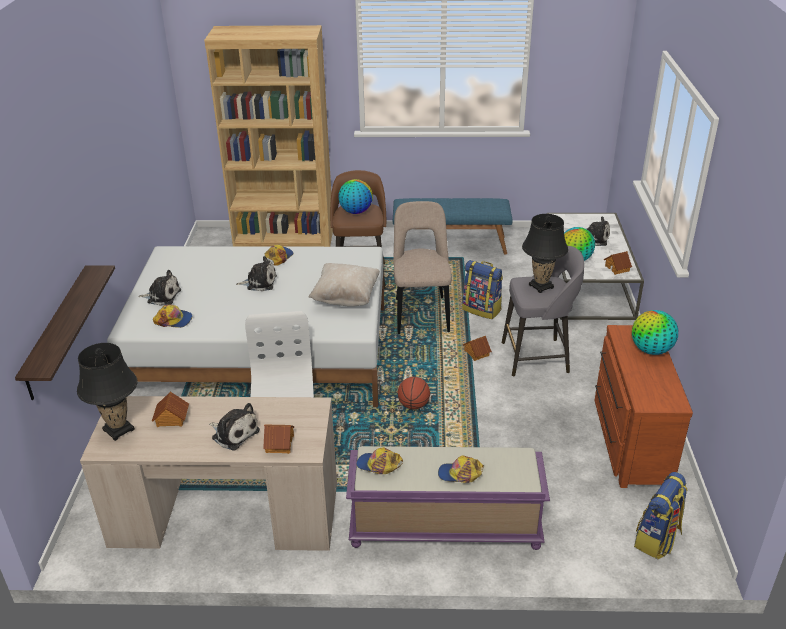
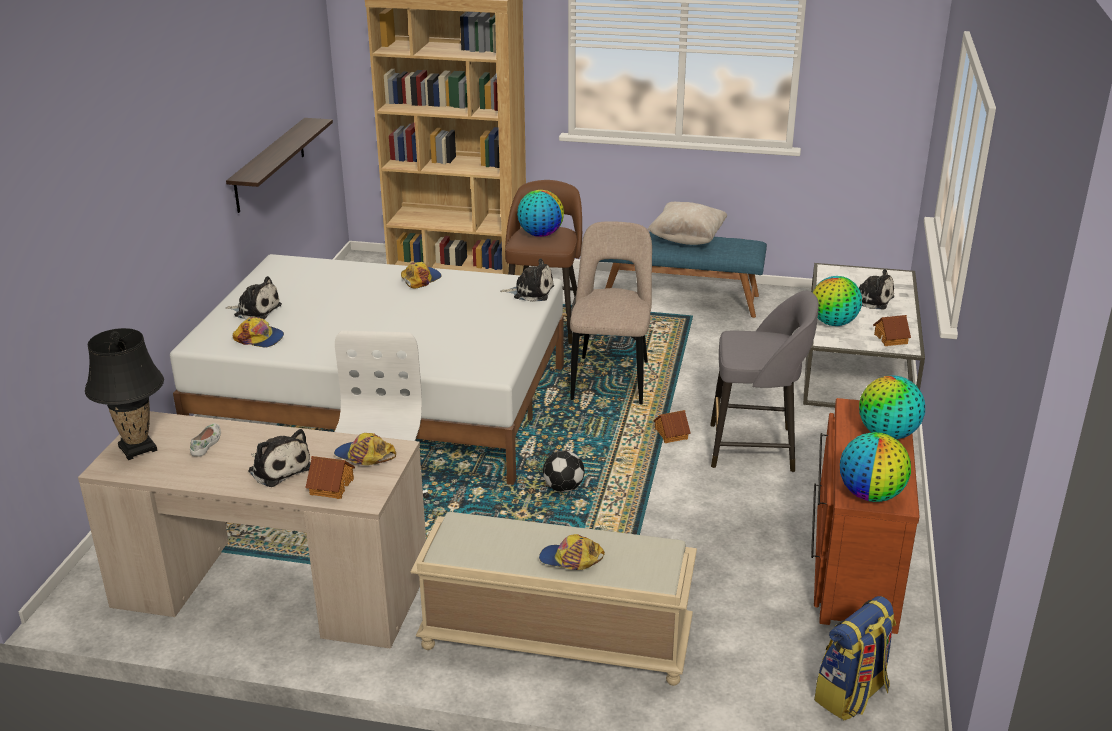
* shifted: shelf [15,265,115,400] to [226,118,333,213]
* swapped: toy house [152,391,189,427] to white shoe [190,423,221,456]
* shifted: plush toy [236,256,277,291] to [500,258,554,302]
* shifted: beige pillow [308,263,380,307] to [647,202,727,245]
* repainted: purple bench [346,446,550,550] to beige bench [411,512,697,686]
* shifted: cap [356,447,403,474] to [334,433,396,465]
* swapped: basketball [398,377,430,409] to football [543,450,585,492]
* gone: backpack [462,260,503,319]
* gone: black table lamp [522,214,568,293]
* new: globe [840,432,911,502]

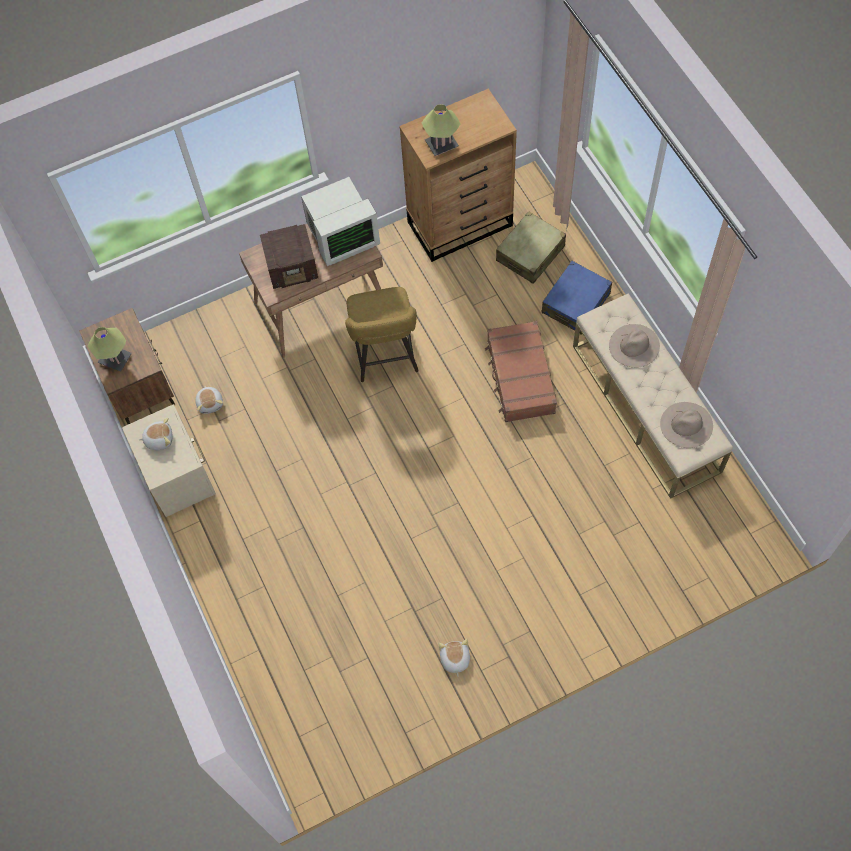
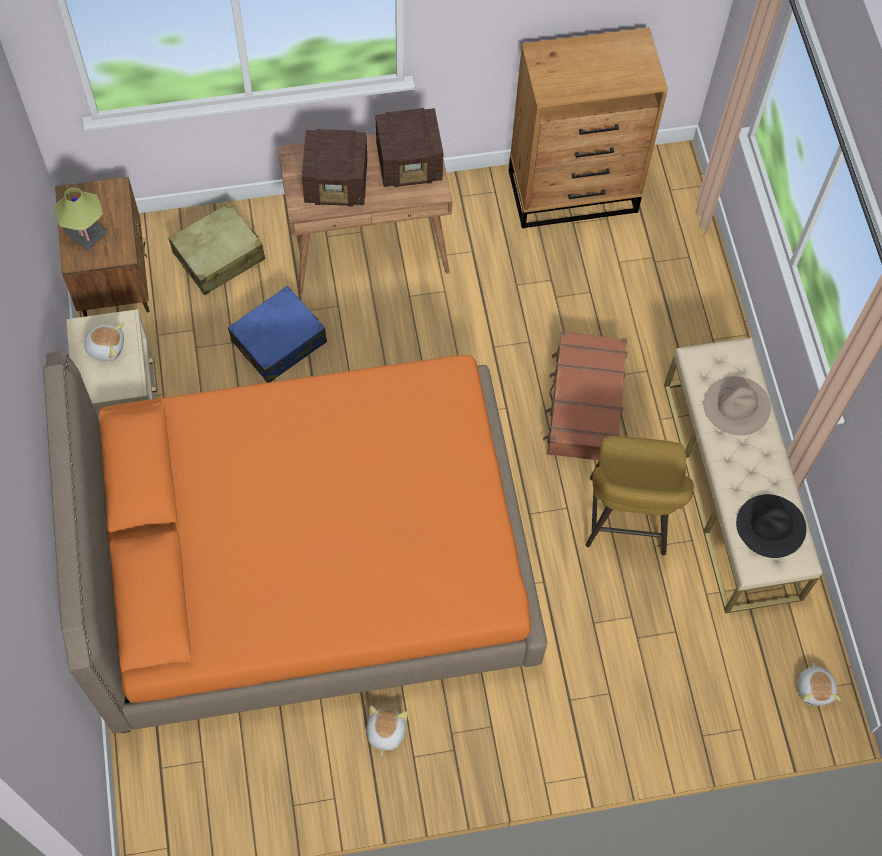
* shifted: plush toy [195,386,223,414] to [798,662,841,706]
* swapped: monitor [301,177,380,266] to radio [375,108,444,188]
* shifted: yellow stool [345,287,419,382] to [586,436,694,555]
* gone: table lamp [422,104,460,156]
* shifted: beige suitcase [496,211,566,284] to [169,202,265,295]
* shifted: blue suitcase [541,261,612,335] to [228,286,327,383]
* repainted: beige hat [660,402,713,448] to black hat [736,494,806,558]
* new: orange bed [43,351,547,733]

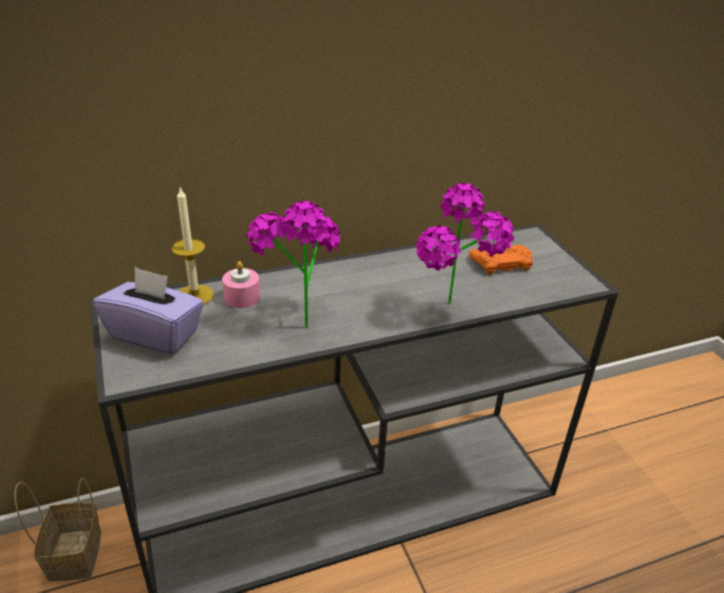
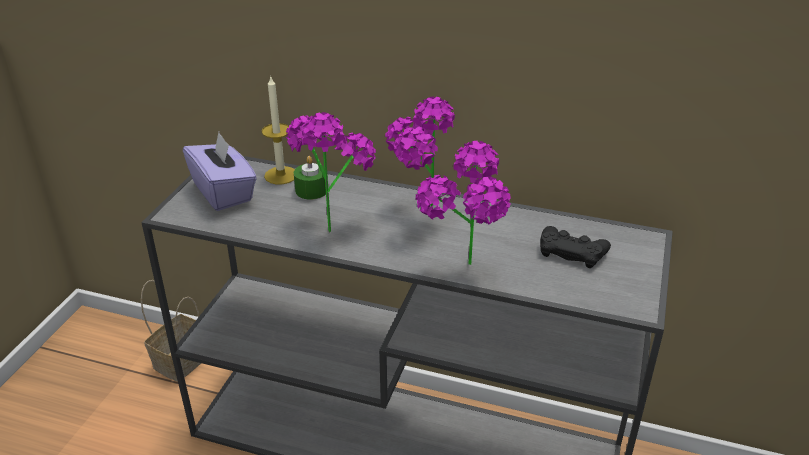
* repainted: pink candle [222,261,260,308] to green candle [294,156,328,200]
* repainted: orange game controller [469,245,533,275] to black game controller [540,226,611,268]
* new: potted plant [385,97,455,207]

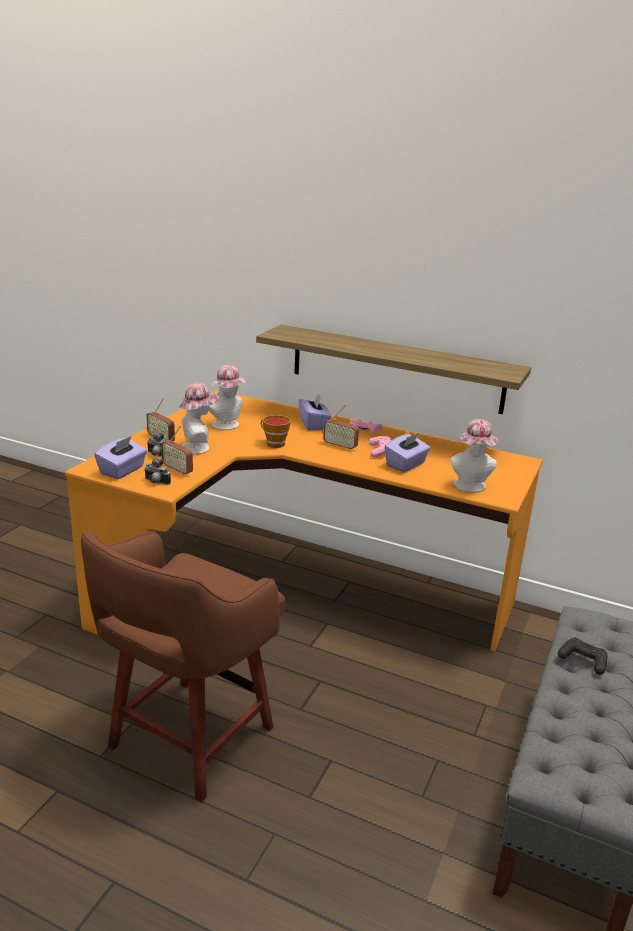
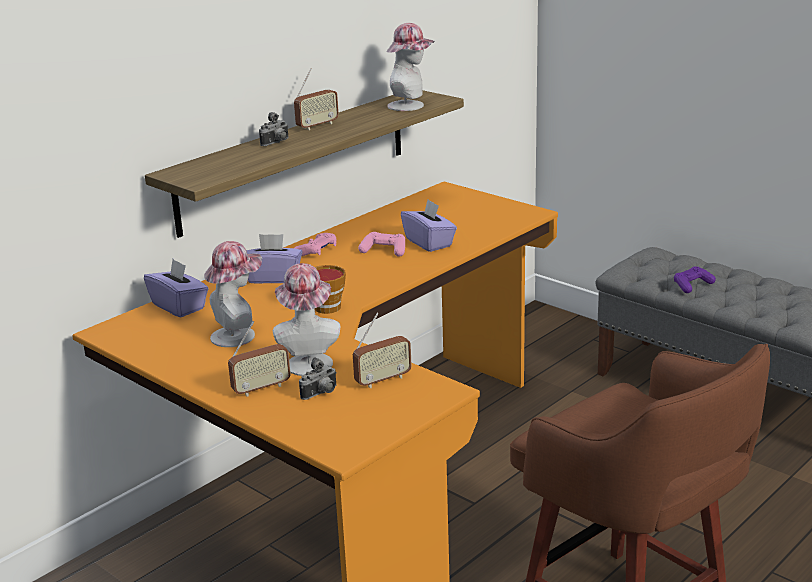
* shifted: purple tissue box [95,436,147,479] to [144,259,209,318]
* shifted: photo camera [144,458,171,485] to [259,112,289,146]
* shifted: radio [323,405,359,451] to [294,68,339,130]
* shifted: hat [450,419,498,492] to [386,23,435,111]
* repainted: black game controller [558,638,608,675] to purple game controller [674,267,716,293]

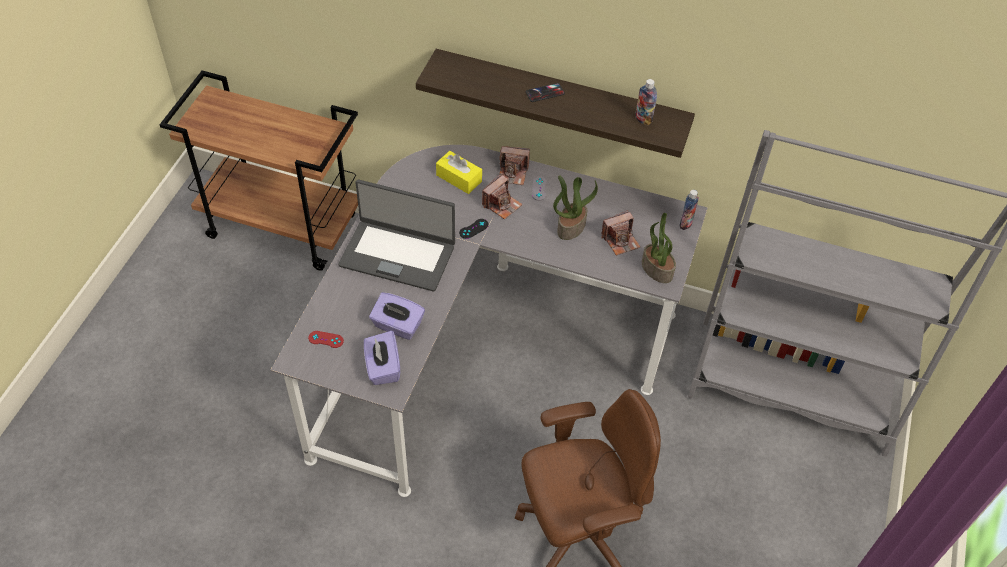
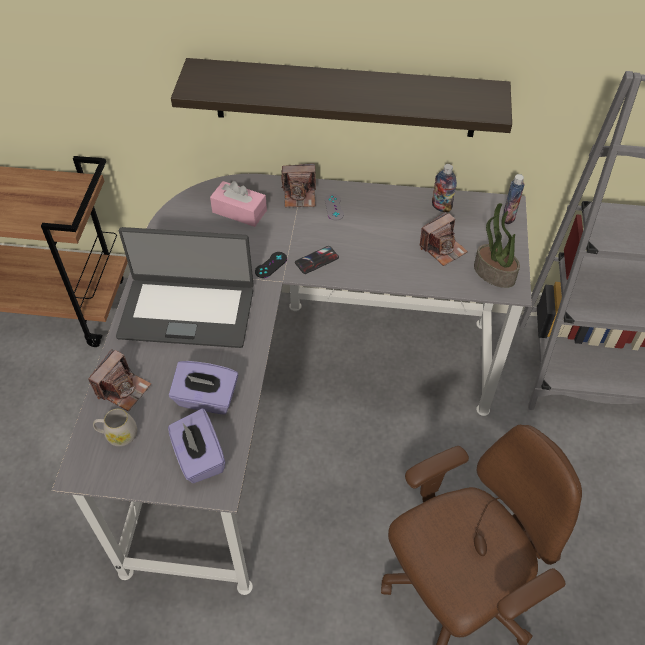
* swapped: red game controller [308,331,344,348] to white mug [93,409,137,446]
* repainted: yellow tissue box [436,151,482,194] to pink tissue box [210,181,267,227]
* shifted: photo camera [482,174,522,219] to [88,349,152,411]
* shifted: phone [526,83,565,102] to [295,246,339,274]
* gone: potted plant [553,175,598,240]
* shifted: bottle [635,79,657,125] to [432,164,457,213]

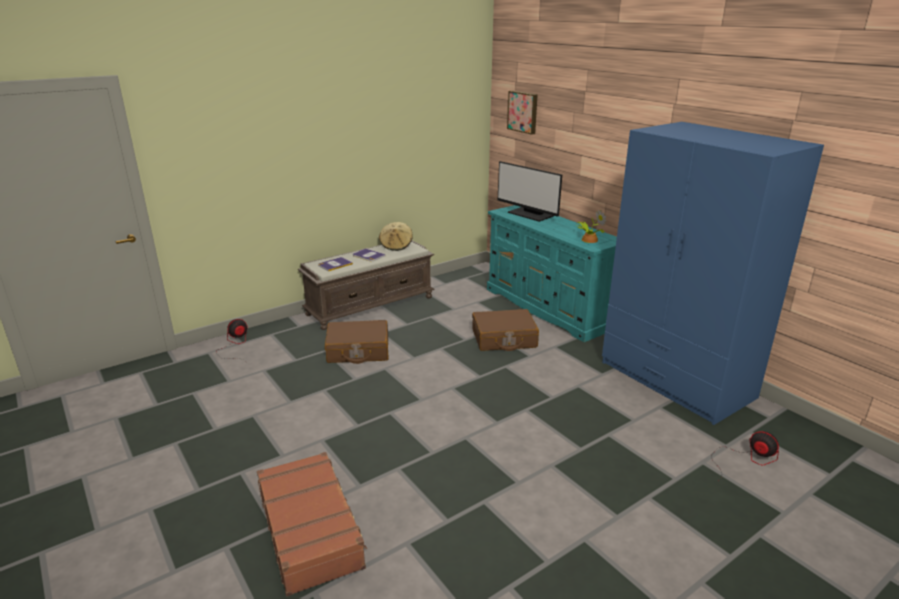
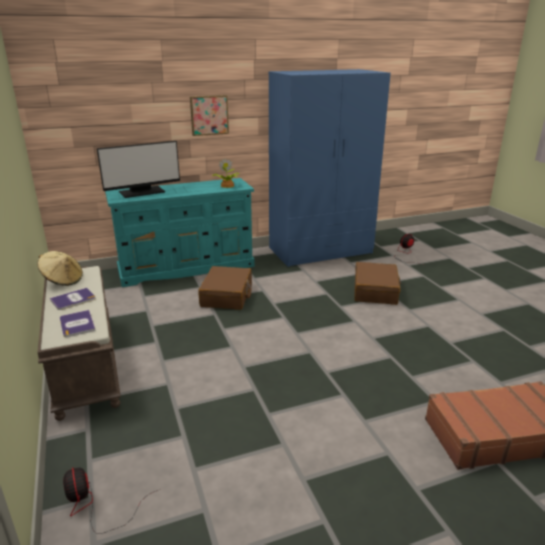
* shifted: brown suitcase [325,320,389,364] to [354,262,401,305]
* shifted: picture [507,90,538,135] to [190,95,229,136]

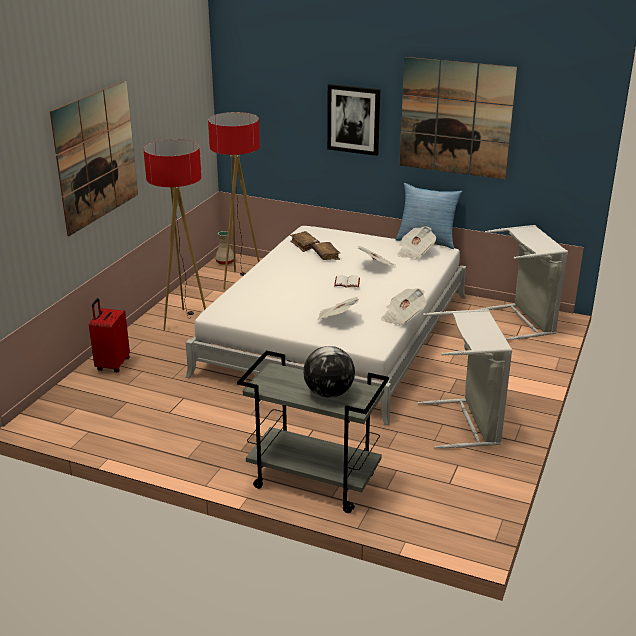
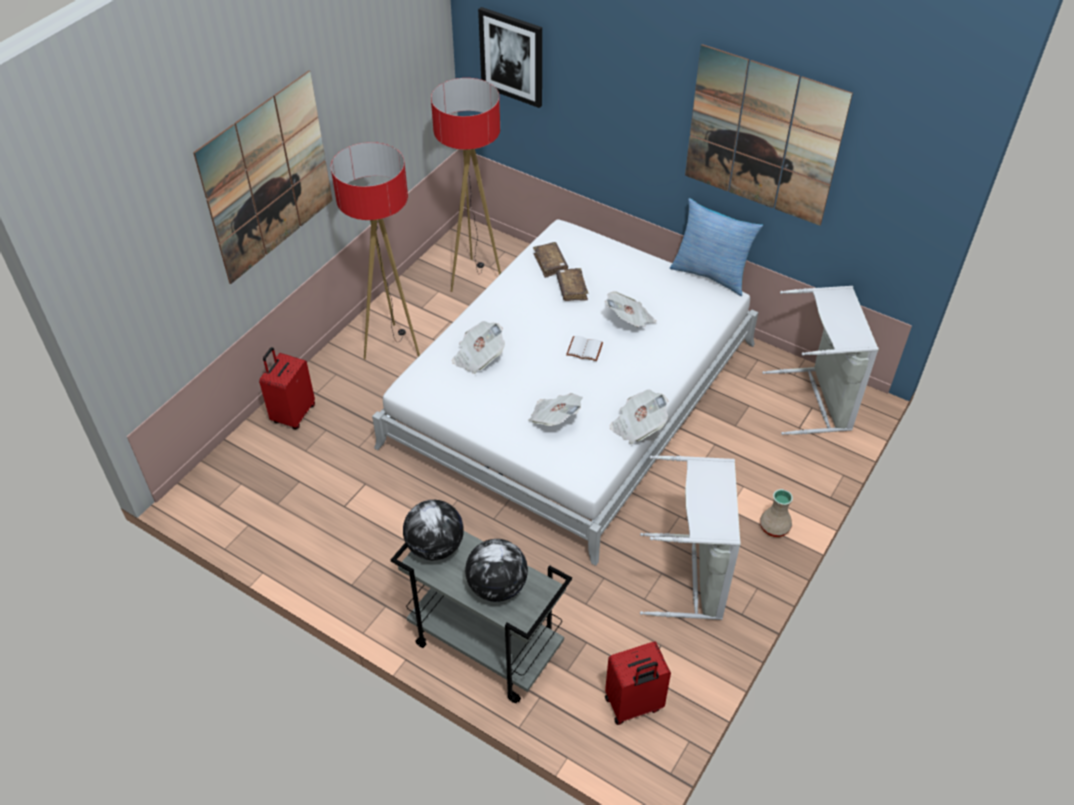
* shifted: beige vase [215,231,234,265] to [760,489,793,537]
* shifted: picture [327,84,380,156] to [478,7,542,108]
* shifted: newspaper [397,226,436,259] to [452,321,505,374]
* new: globe [403,500,464,561]
* new: red suitcase [605,642,671,725]

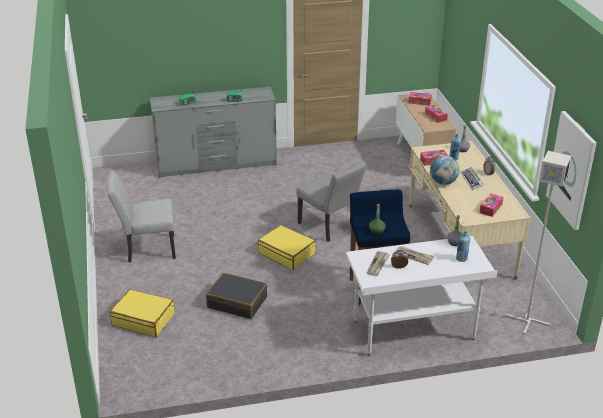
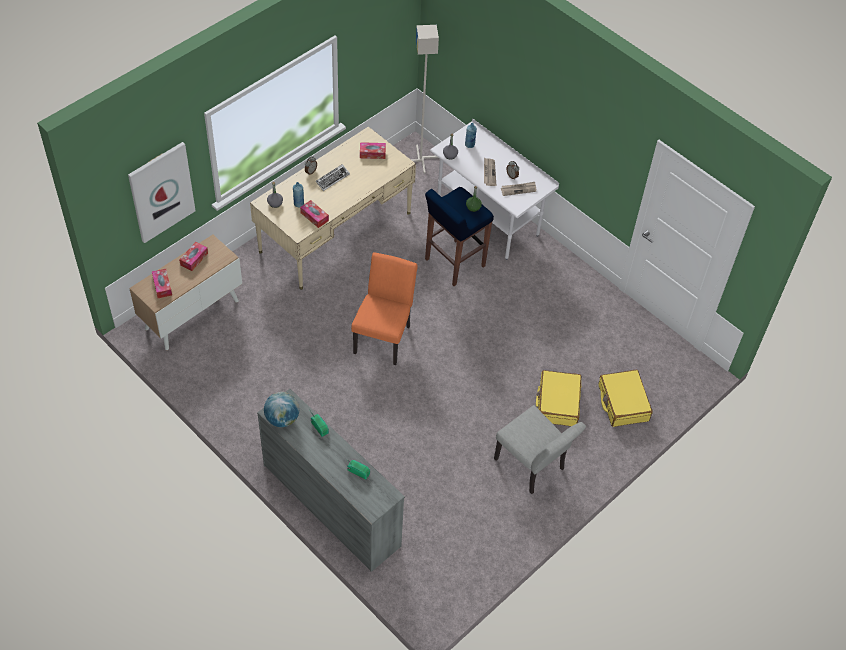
* gone: black suitcase [206,273,267,319]
* shifted: yellow suitcase [258,225,316,270] to [536,370,581,426]
* repainted: grey chair [296,161,367,242] to orange chair [351,252,418,365]
* shifted: globe [430,156,459,185] to [264,392,299,427]
* shifted: picture [546,111,597,230] to [128,142,196,243]

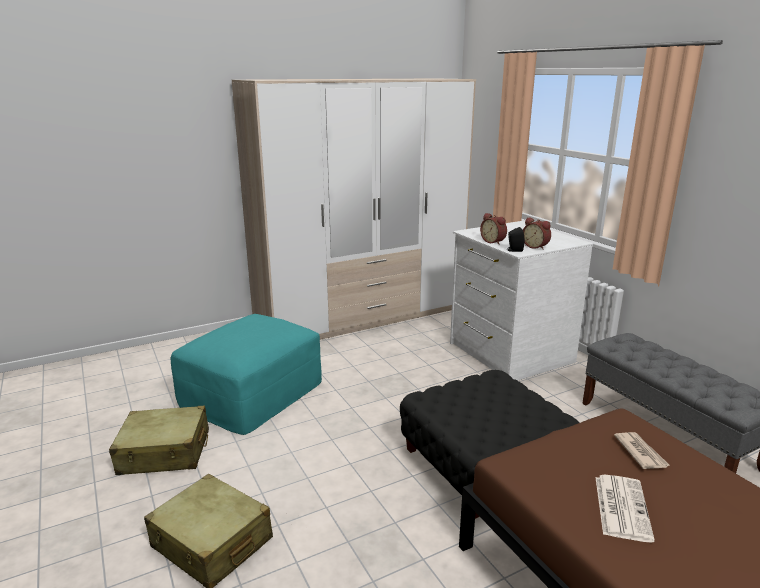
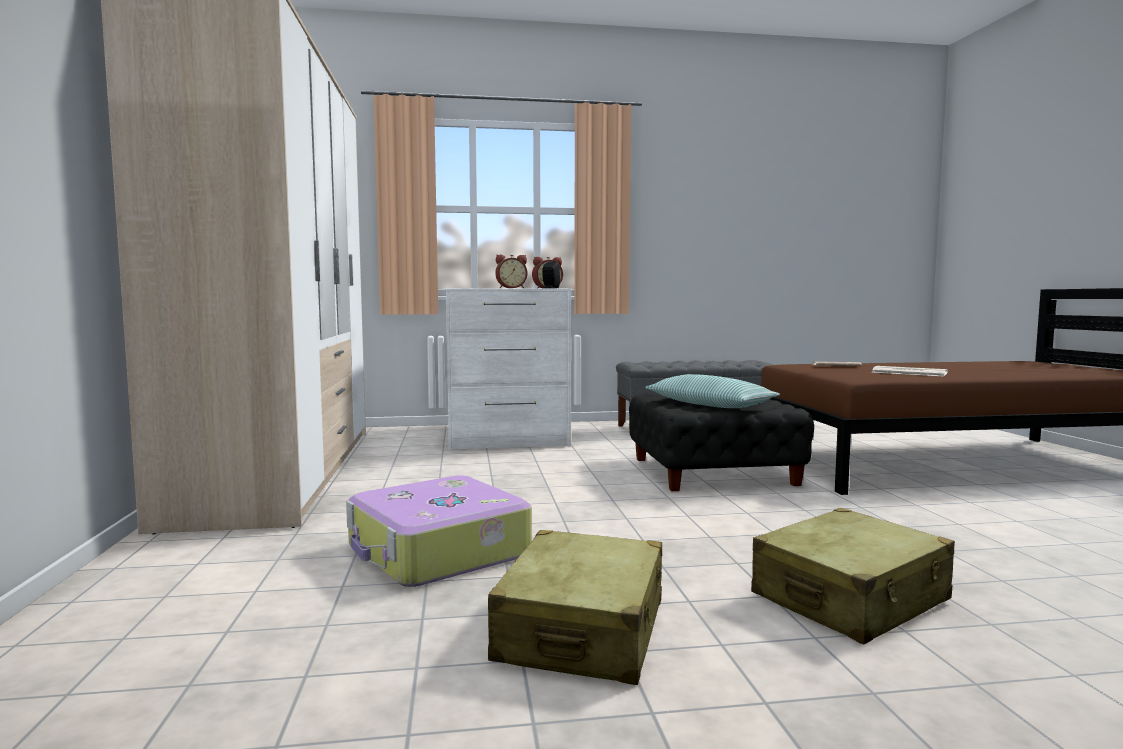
* swapped: turquoise ottoman [171,314,322,435] to suitcase [346,475,532,587]
* new: pillow [645,374,780,408]

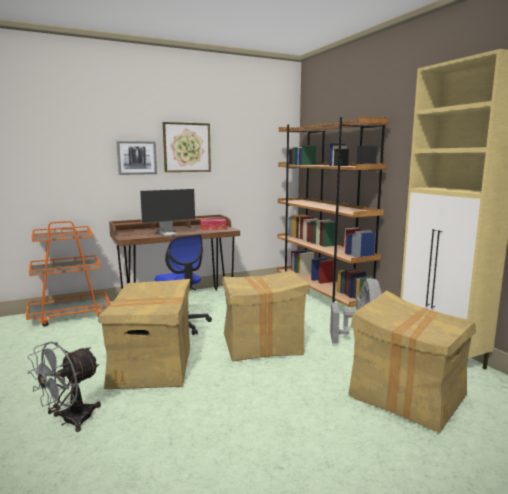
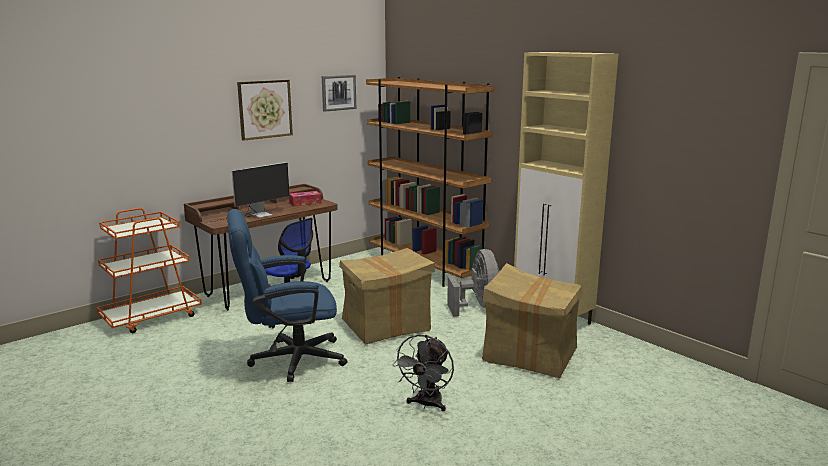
* shifted: grey fan [27,341,101,432] to [393,335,454,411]
* swapped: cardboard box [98,279,190,389] to blue office chair [227,209,347,382]
* shifted: picture [116,141,157,175] to [322,75,356,112]

